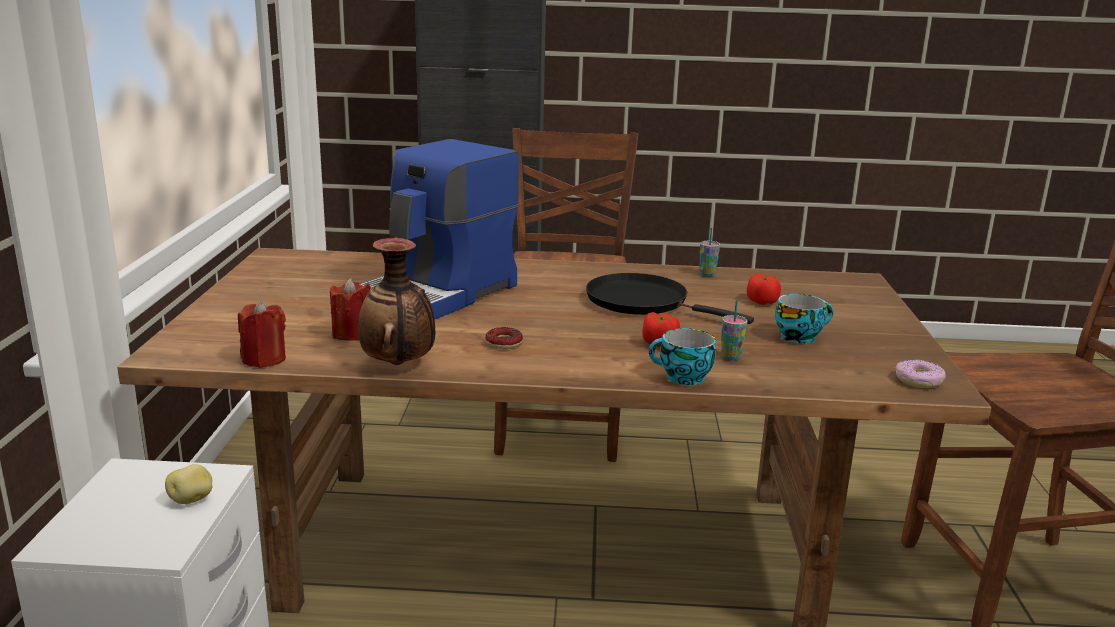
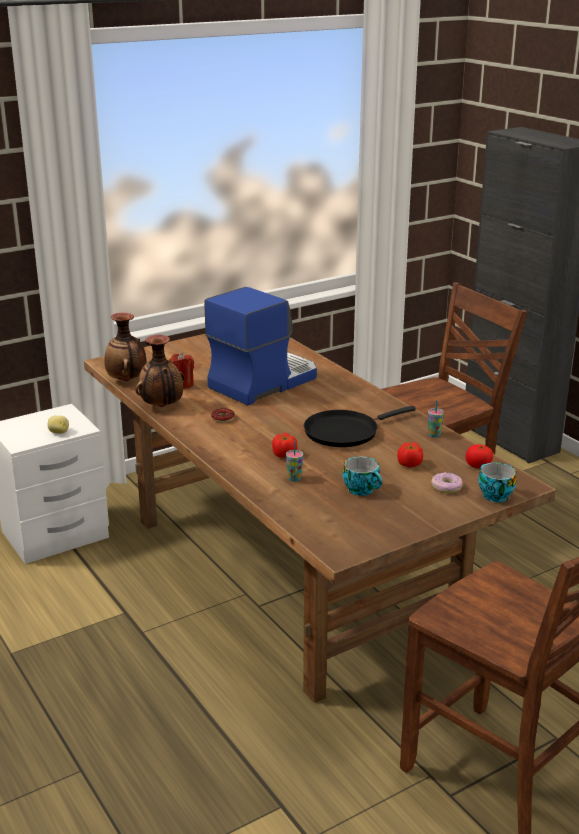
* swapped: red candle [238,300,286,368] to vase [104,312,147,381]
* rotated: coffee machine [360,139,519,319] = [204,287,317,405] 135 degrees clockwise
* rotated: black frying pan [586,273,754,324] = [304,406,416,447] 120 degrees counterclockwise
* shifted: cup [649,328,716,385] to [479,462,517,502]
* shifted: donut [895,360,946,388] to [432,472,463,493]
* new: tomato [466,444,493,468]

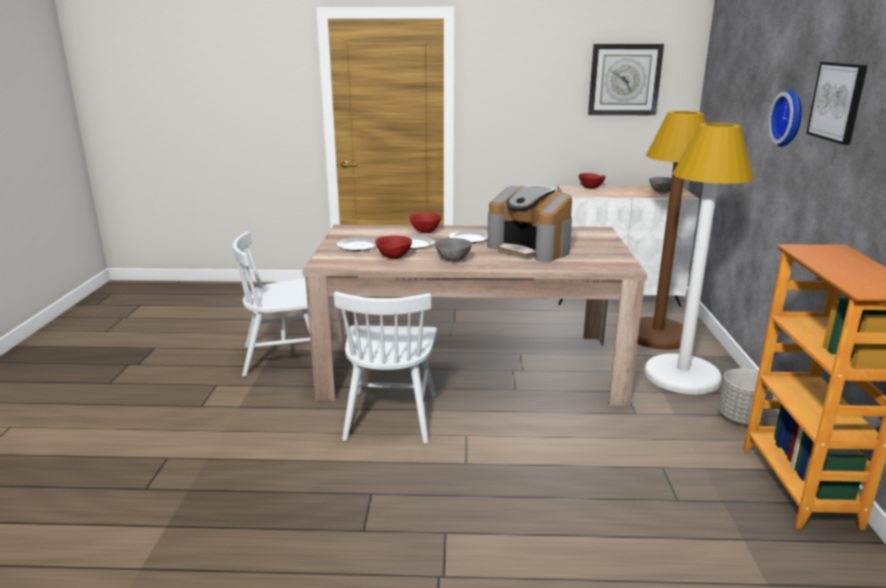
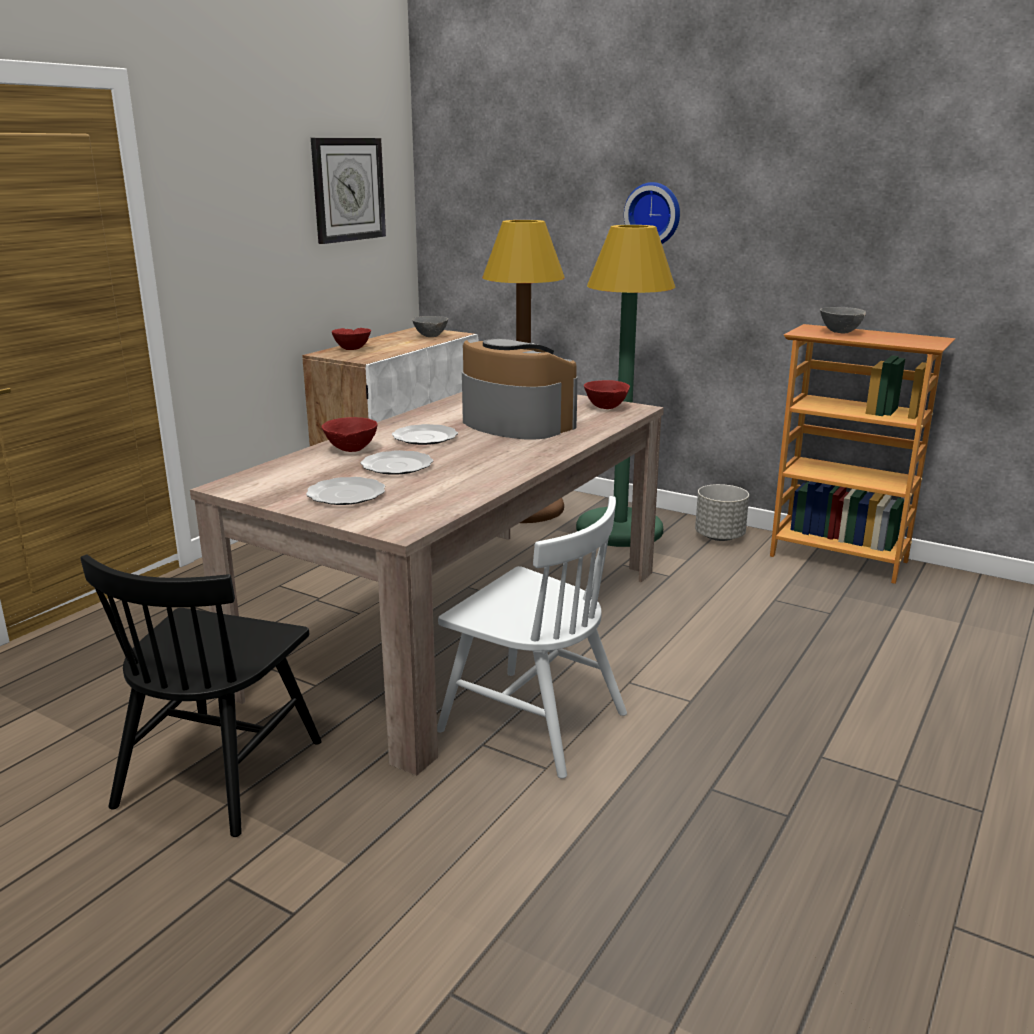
* repainted: white chair [233,232,310,377] to black chair [81,554,322,837]
* shifted: red bowl [375,235,412,259] to [584,380,630,409]
* shifted: grey bowl [434,238,472,262] to [820,307,866,333]
* rotated: coffee machine [487,185,572,262] = [462,338,578,440] 120 degrees counterclockwise
* repainted: white floor lamp [645,123,753,394] to green floor lamp [576,225,675,547]
* gone: picture [806,62,868,145]

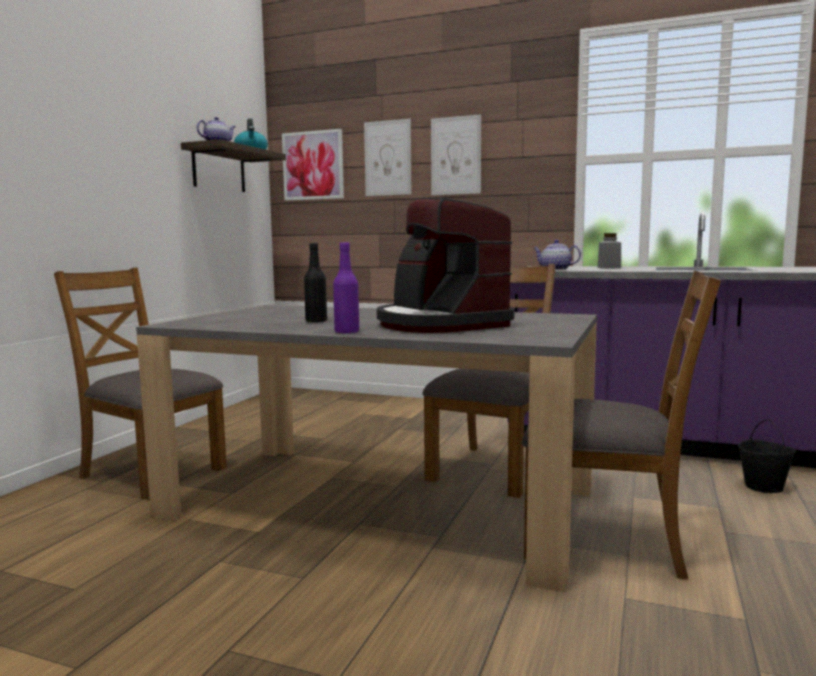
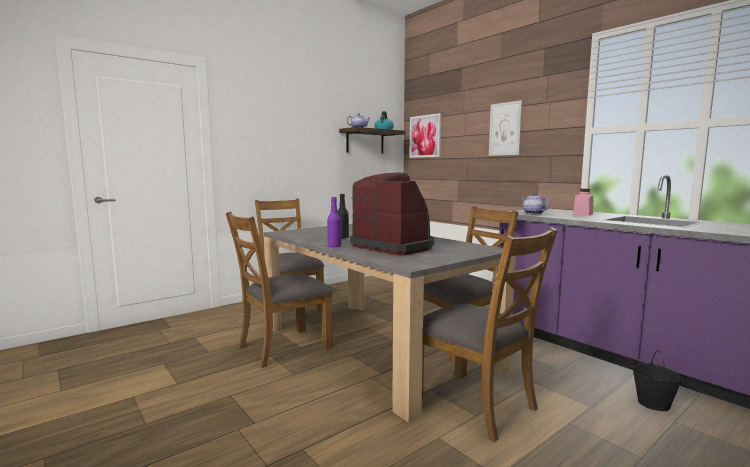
* gone: picture [364,119,411,196]
* rotated: coffee machine [377,197,514,333] = [350,173,434,255] 135 degrees clockwise
* repainted: grey jar [597,233,621,268] to pink jar [573,189,594,216]
* new: brown chair [226,212,333,368]

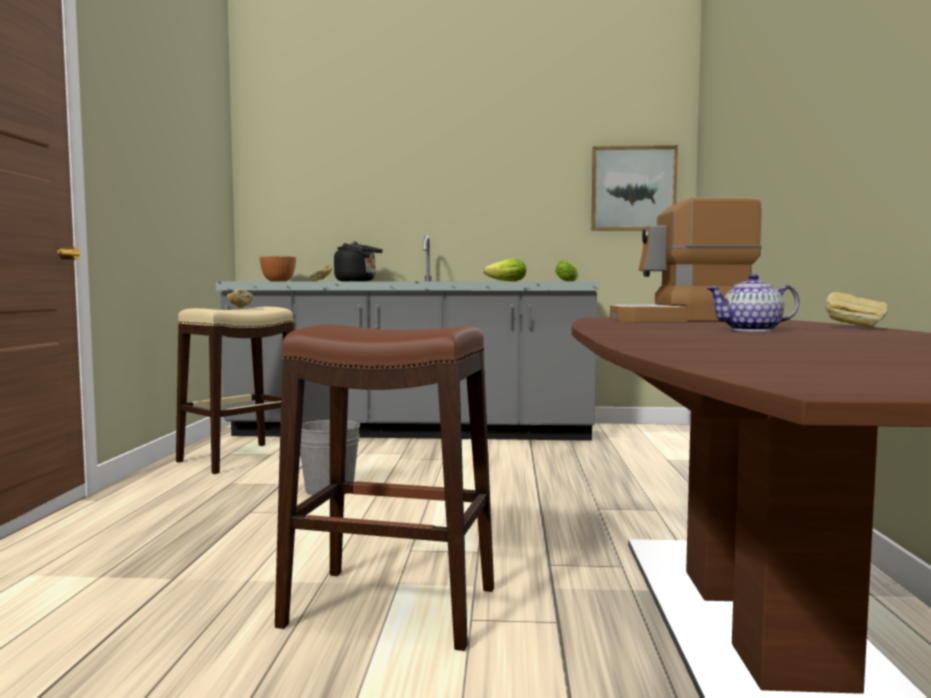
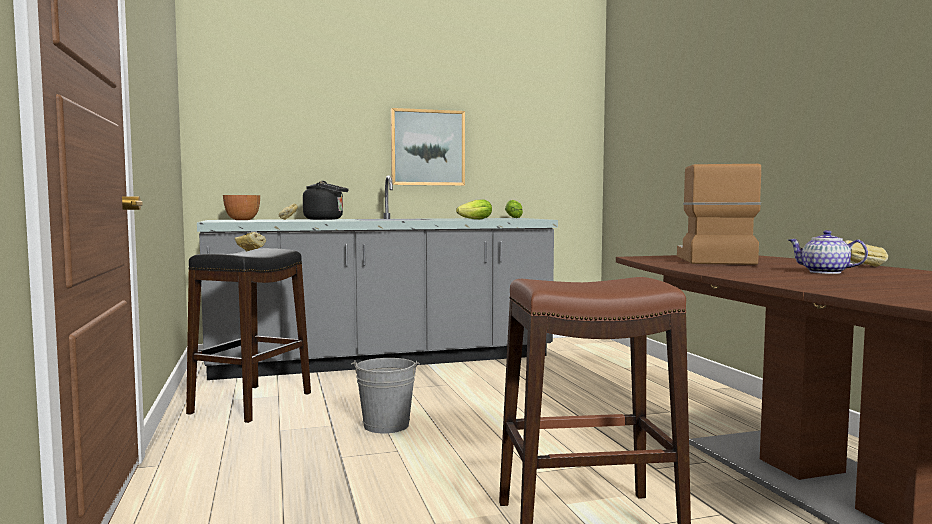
* repainted: beige stool [176,307,294,474] to black stool [186,248,311,423]
* shifted: picture [591,145,678,231] to [391,108,465,186]
* rotated: coffee machine [610,198,762,322] = [677,164,761,265] 120 degrees clockwise
* rotated: teapot [706,274,800,331] = [788,230,868,274] 60 degrees clockwise

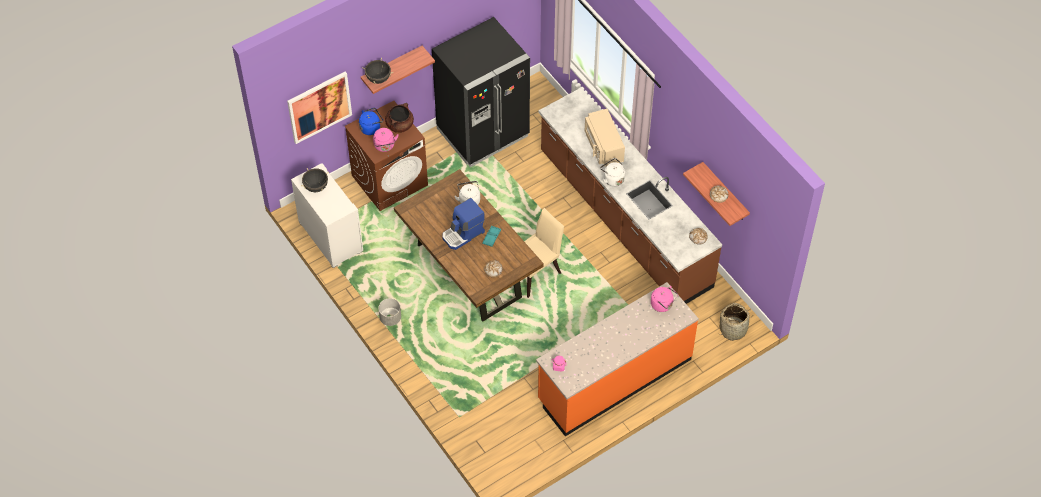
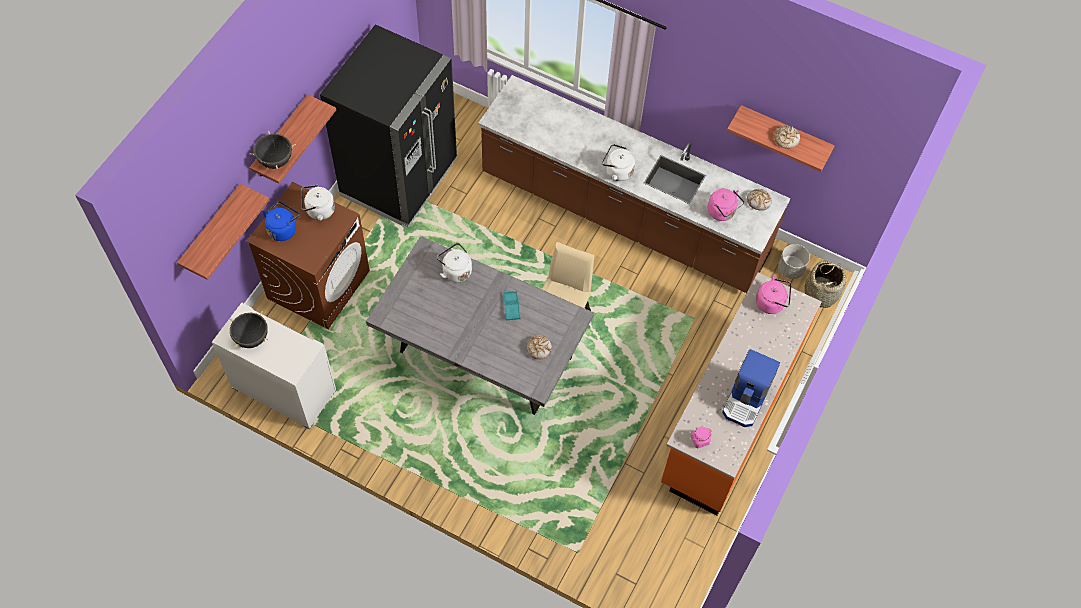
* swapped: picture [287,72,352,144] to shelf [177,184,270,280]
* shifted: pink kettle [373,128,399,152] to [708,188,744,221]
* shifted: grey planter [378,298,401,326] to [778,244,810,279]
* swapped: brown cooking pot [385,103,414,133] to white kettle [301,185,335,221]
* repainted: brown dining table [394,169,544,322] to grey dining table [366,236,594,415]
* shifted: coffee machine [443,198,485,250] to [722,349,780,427]
* gone: beige microwave [585,109,625,167]

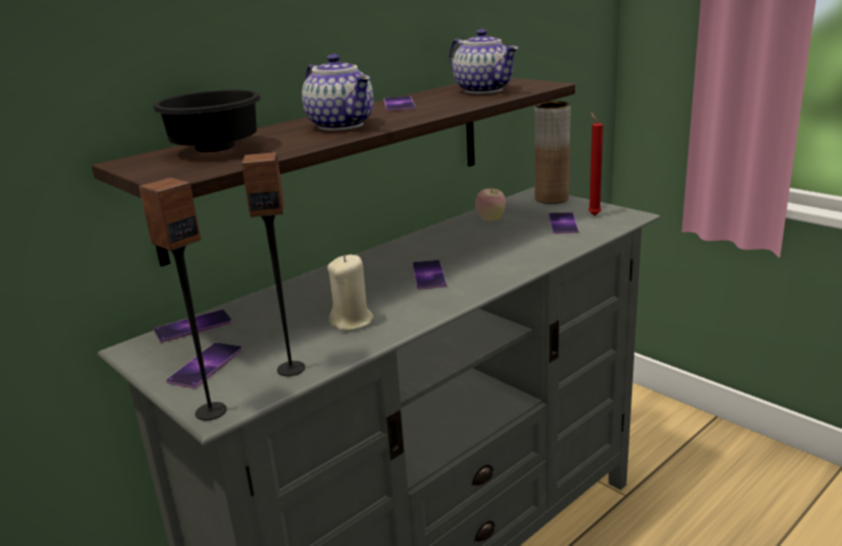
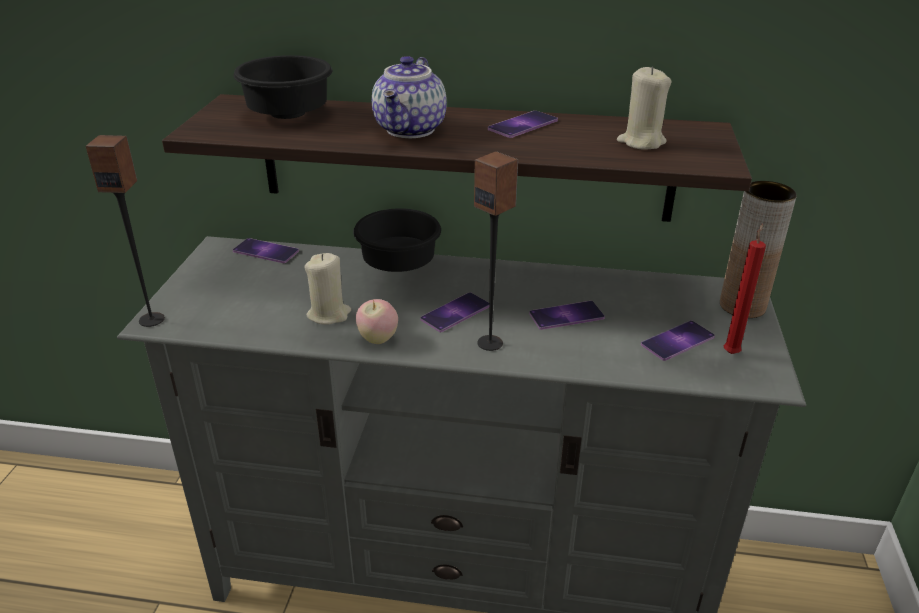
* shifted: phone [166,342,242,389] to [529,301,605,330]
* shifted: speaker [242,152,305,376] to [474,151,518,351]
* swapped: teapot [449,29,518,94] to beige candle [617,67,671,150]
* shifted: apple [475,188,506,221] to [356,299,398,344]
* new: black bowl [353,208,441,272]

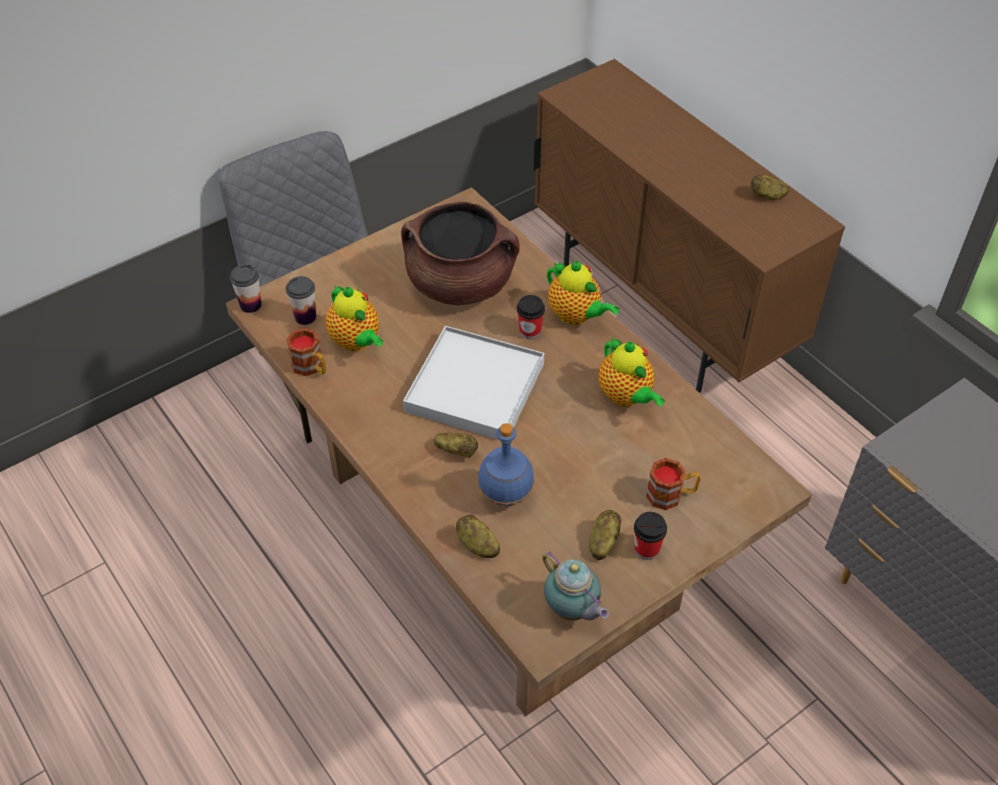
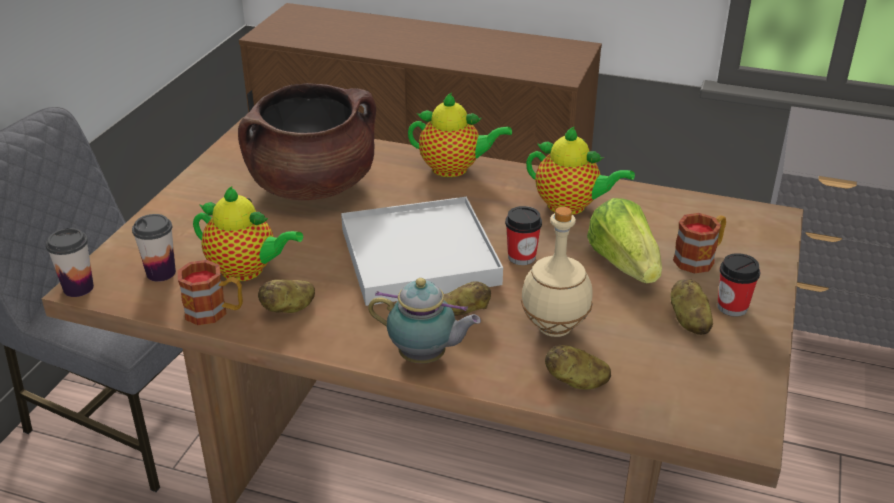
* repainted: blue bottle [478,423,534,507] to beige bottle [521,207,593,337]
* shifted: cup [517,295,545,339] to [505,206,542,265]
* shifted: teapot [542,551,609,621] to [368,278,481,364]
* shifted: potato [751,175,789,200] to [258,279,315,313]
* new: lettuce [587,198,662,283]

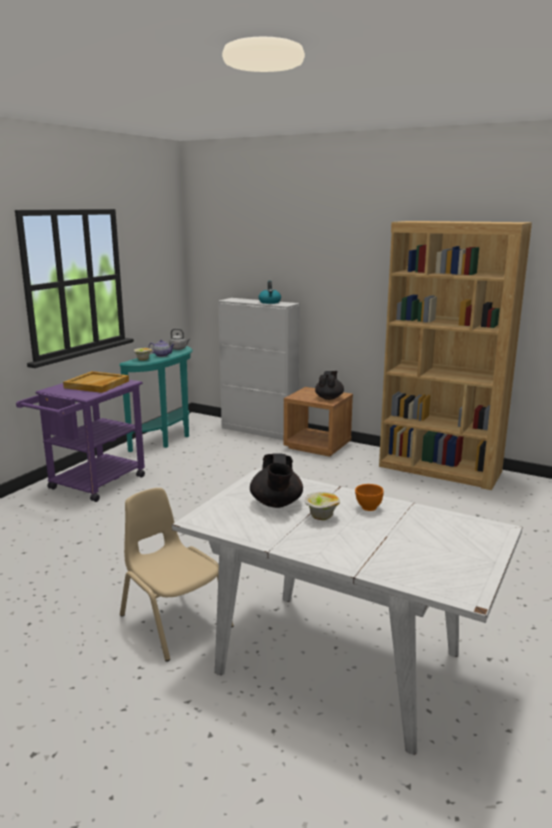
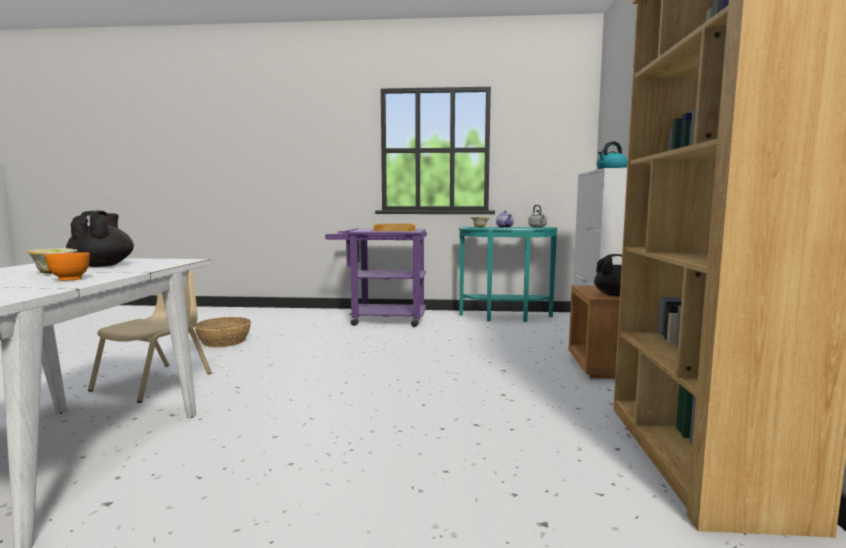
* rotated: black teapot [250,453,303,508] = [66,211,134,267] 105 degrees clockwise
* new: basket [194,317,251,347]

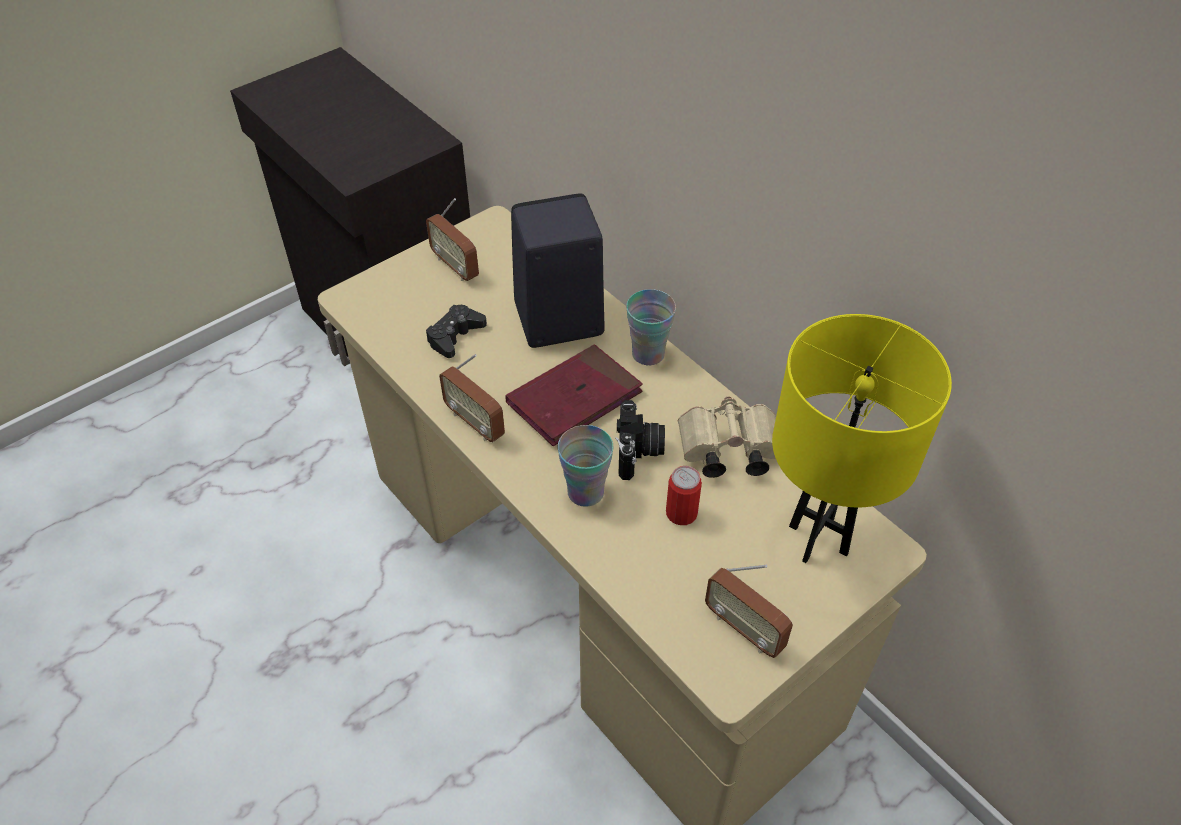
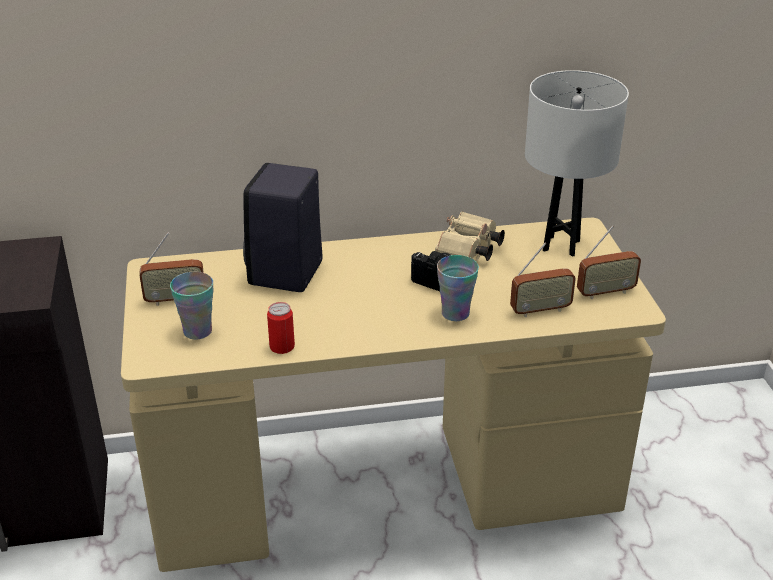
* gone: black game controller [426,305,487,358]
* shifted: radio [439,354,505,442] to [510,242,576,317]
* gone: red book [505,344,643,446]
* shifted: cup [626,289,676,366] to [170,272,213,340]
* shifted: can [666,466,702,525] to [267,302,295,354]
* repainted: yellow table lamp [772,314,952,563] to white table lamp [525,70,629,257]

